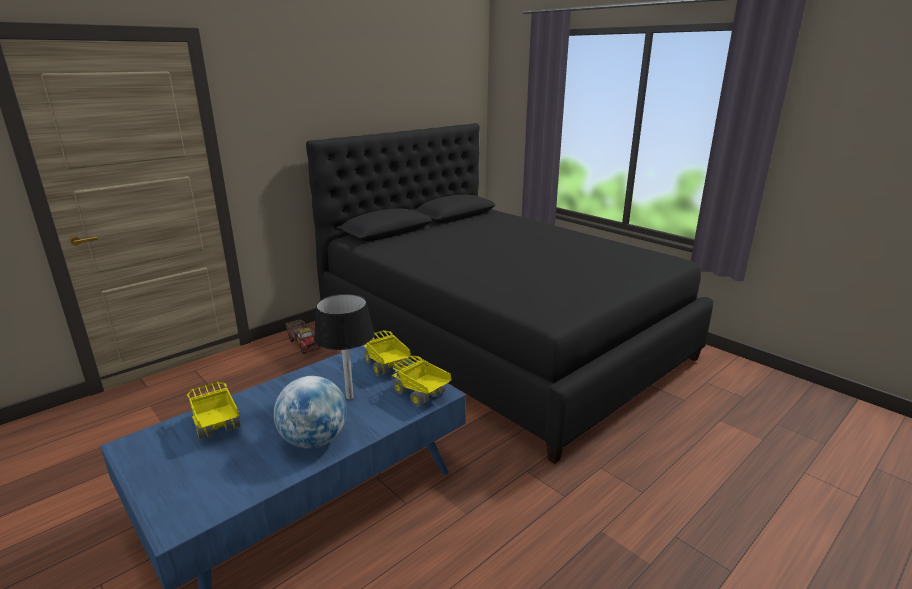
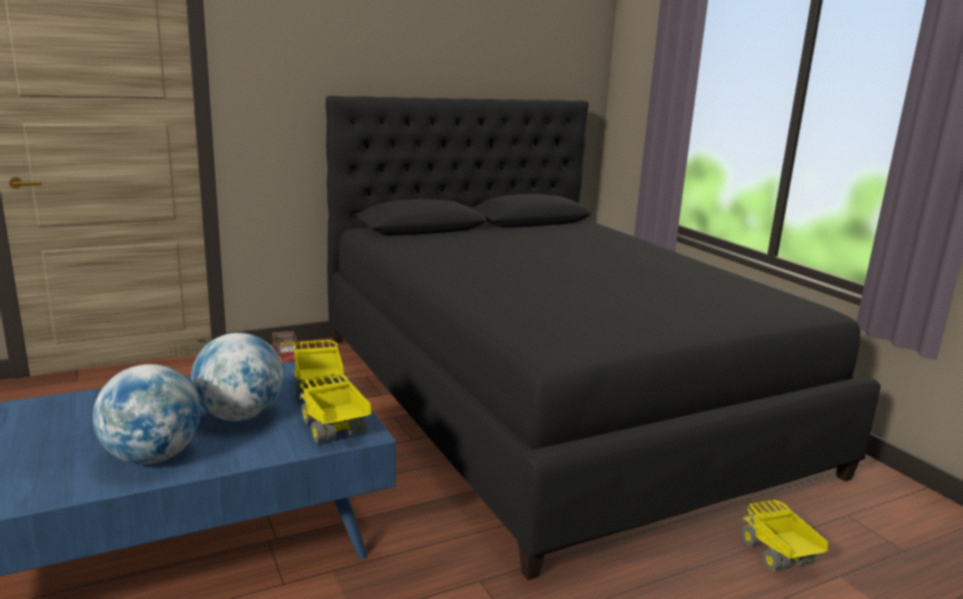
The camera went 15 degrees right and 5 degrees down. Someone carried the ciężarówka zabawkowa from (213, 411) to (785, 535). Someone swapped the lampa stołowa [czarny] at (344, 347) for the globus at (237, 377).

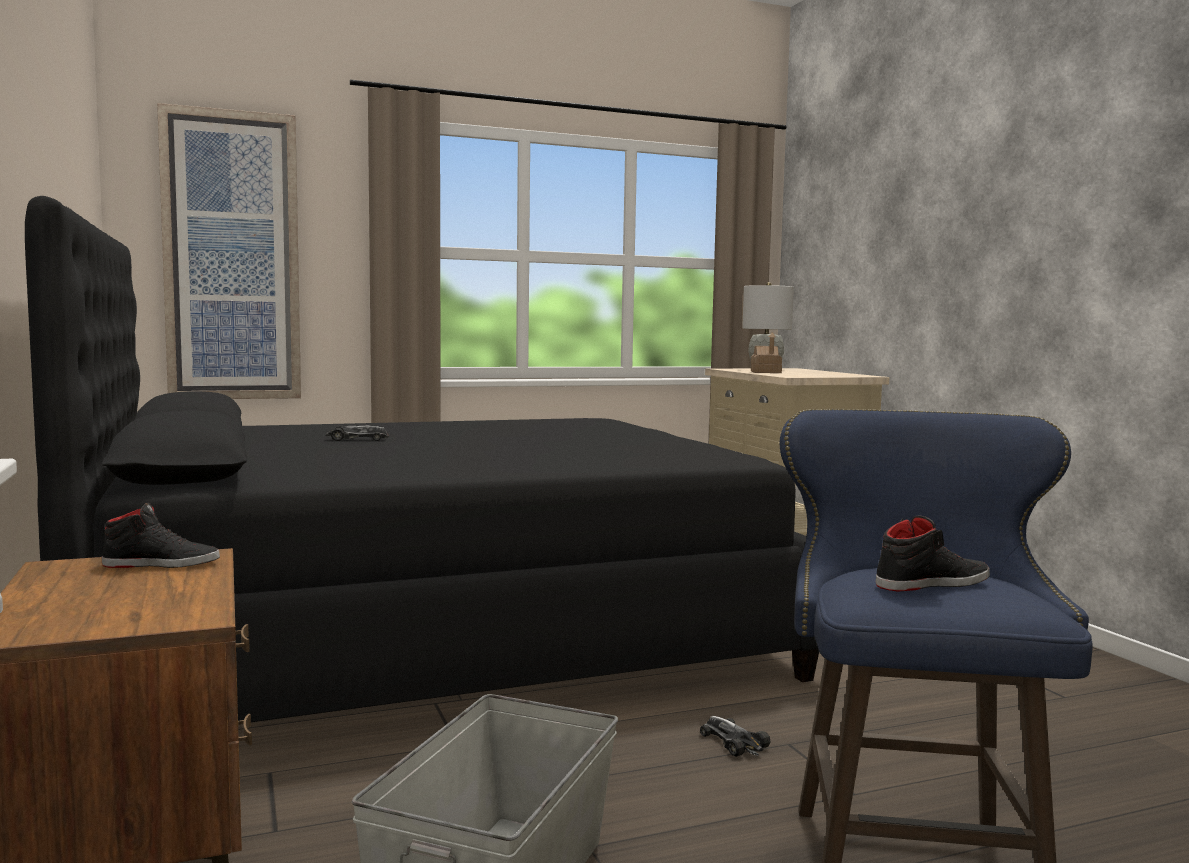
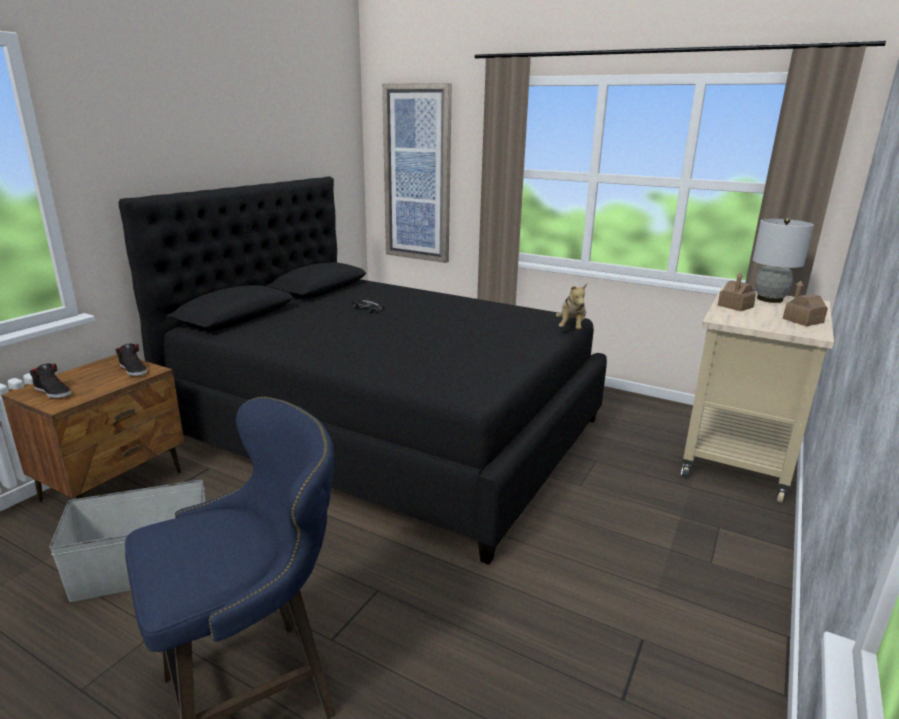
The camera went 50 degrees right and 15 degrees up. Someone took away the samochodzik at (735, 736). Someone carried the but [czarny] from (933, 553) to (51, 380). Someone put down the pluszak at (571, 307). Someone put down the domek at (805, 303).

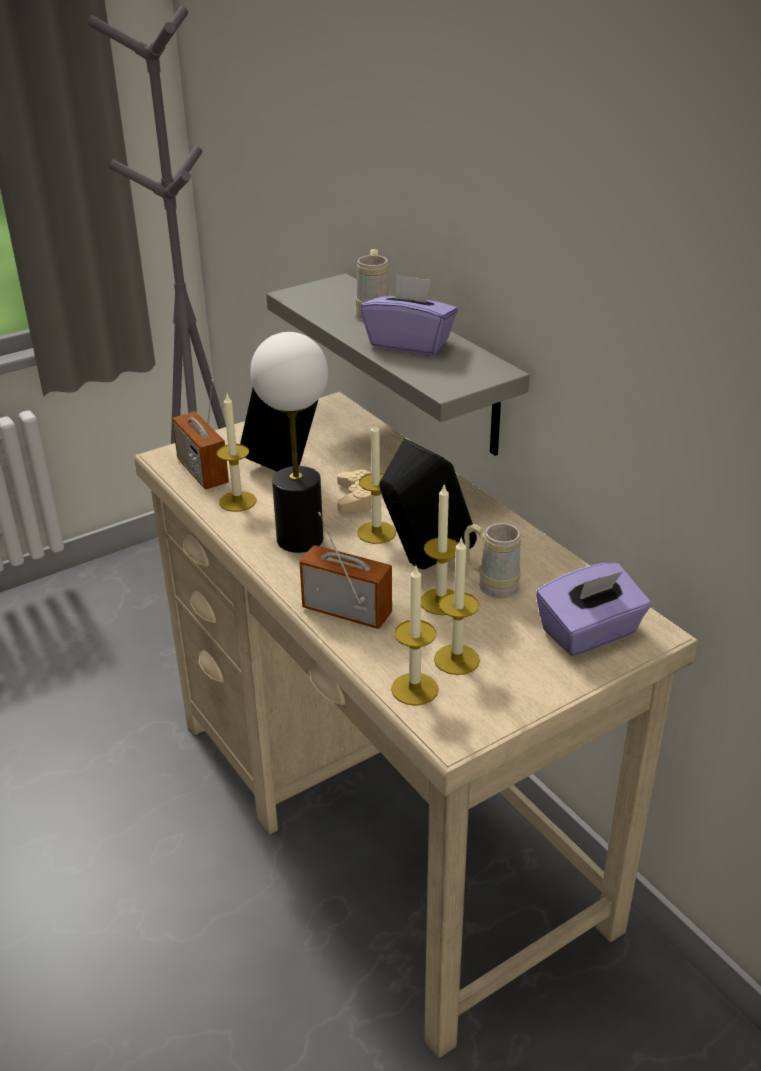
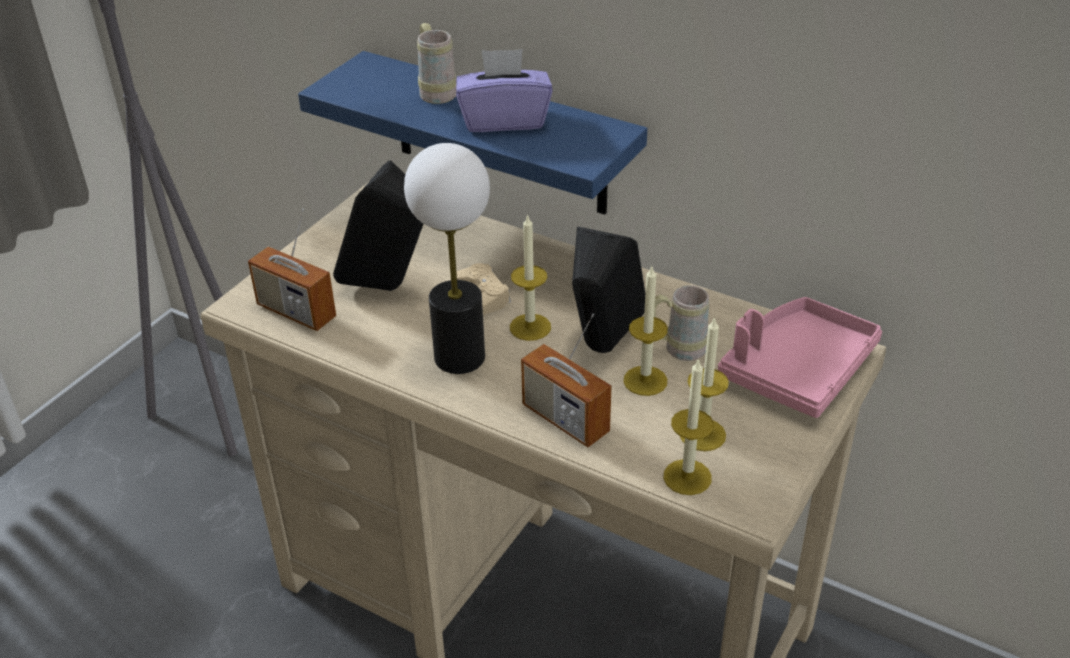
The camera went 25 degrees left and 5 degrees up. Someone took away the świeca at (236, 453). Someone repainted the półka [szary] at (398, 365), which became the półka [niebieski] at (472, 132). Someone rotated the radio at (345, 570) by 135 degrees counterclockwise. Someone swapped the pudełko chusteczek [fioletowy] at (593, 609) for the taca [różowy] at (800, 357).

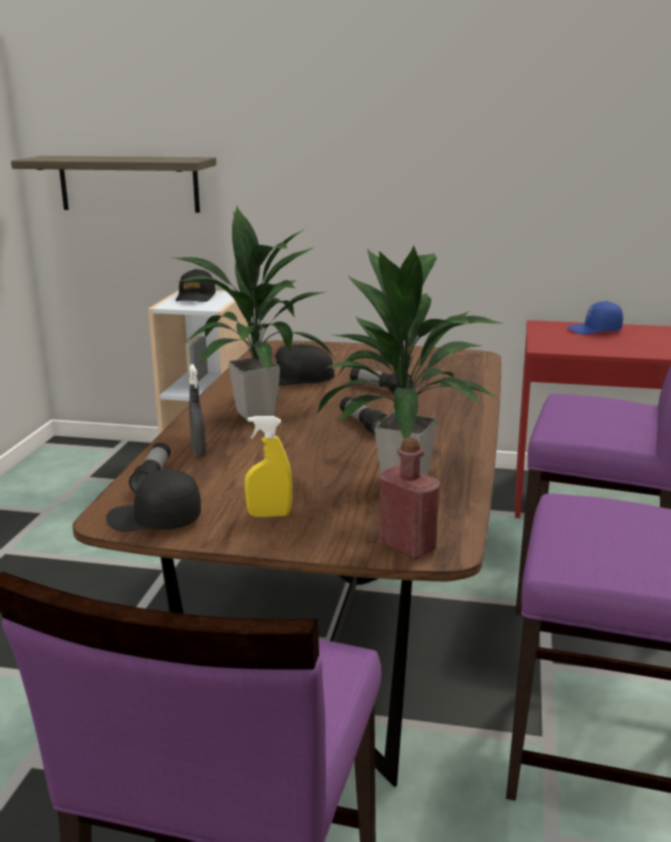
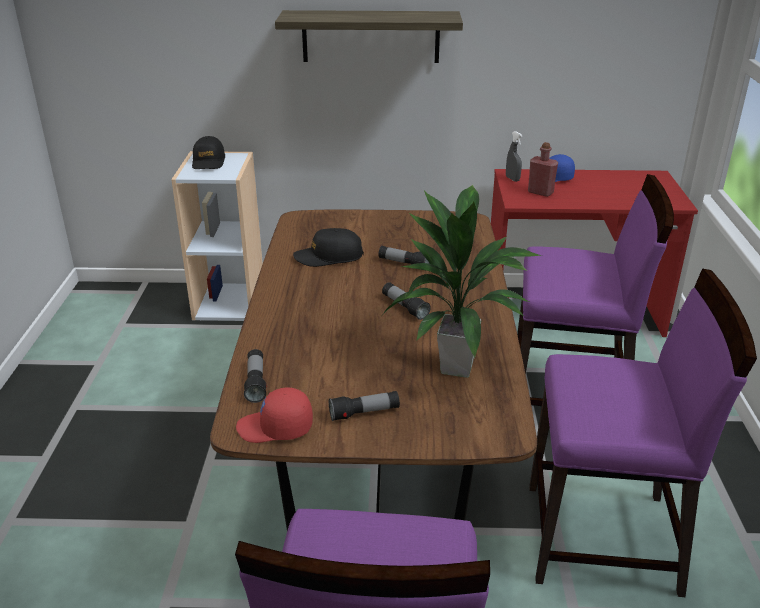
The camera went 10 degrees left and 10 degrees up. Someone carried the półka from (113, 184) to (369, 36). Someone repainted the czapka z daszkiem [czarny] at (153, 500), which became the czapka z daszkiem [czerwony] at (274, 415). Someone took away the roślina doniczkowa at (252, 313). Someone carried the spryskiwacz [szary] from (197, 410) to (514, 156). Someone swapped the spryskiwacz [żółty] at (268, 466) for the latarka at (364, 406). Someone carried the butelka [czerwony] from (409, 498) to (543, 169).

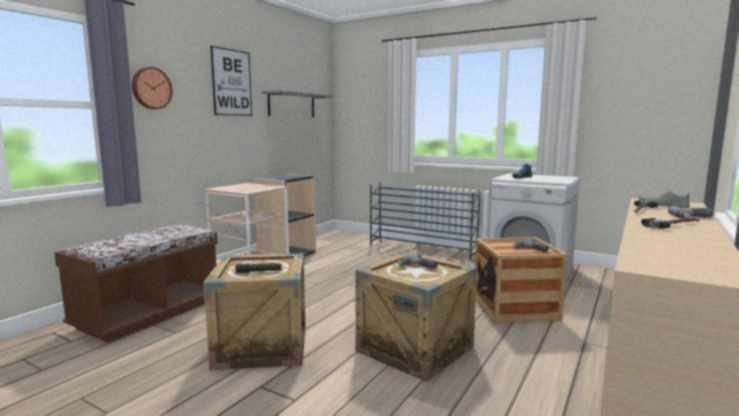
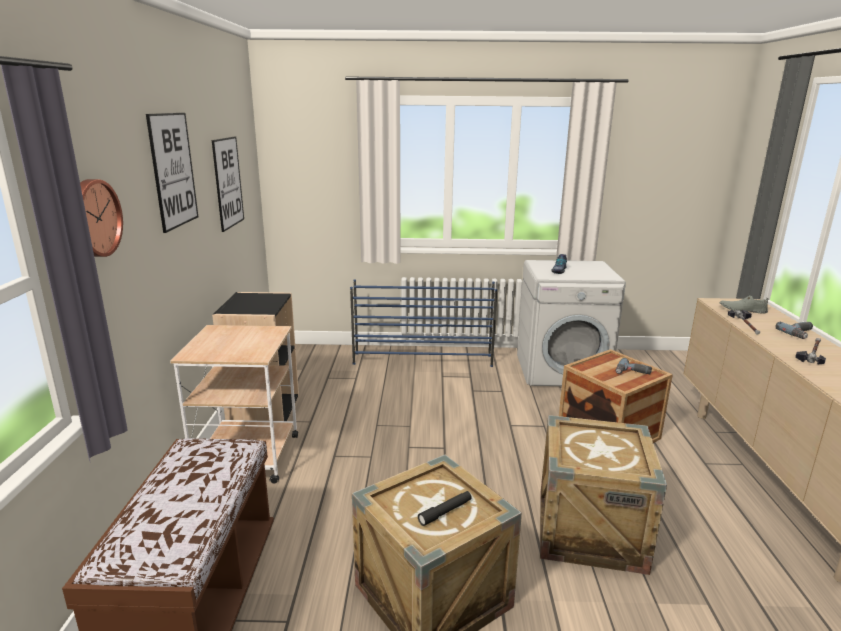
The camera went 30 degrees left and 10 degrees up. Someone swapped the półka [szary] at (297, 103) for the obraz at (228, 184). Someone took away the wiertarka at (418, 261).

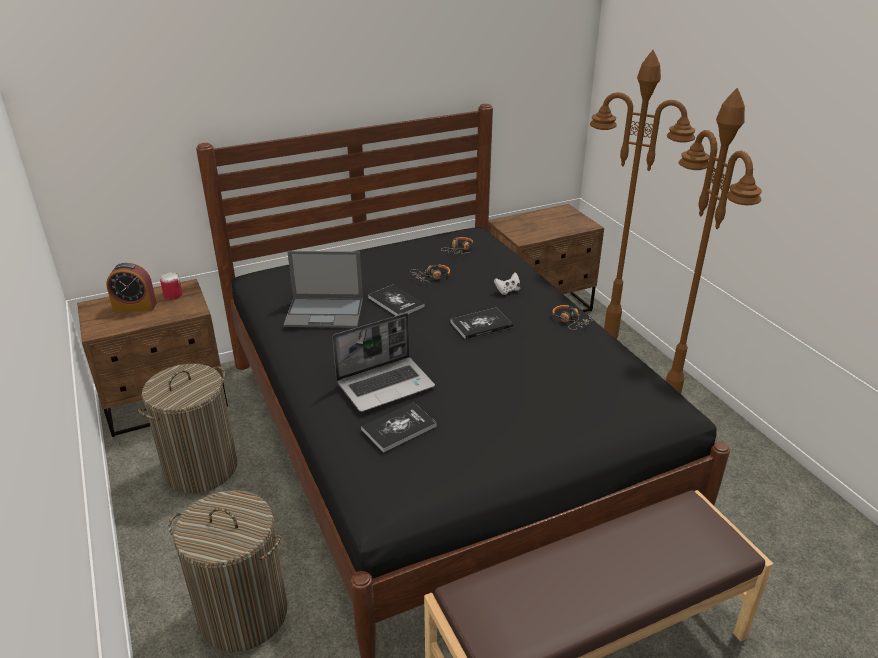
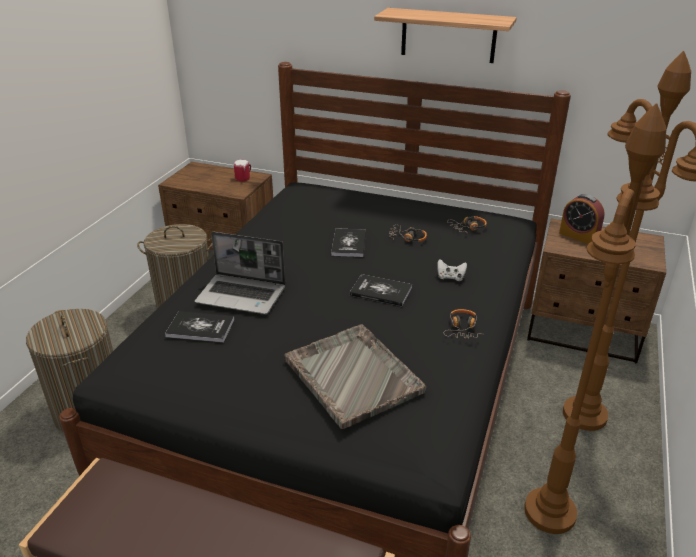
The camera went 45 degrees right and 0 degrees up. Someone carried the budzik from (131, 287) to (582, 219). Someone took away the laptop at (323, 289). Someone put down the taca [szary] at (355, 376). Someone put up the półka at (445, 35).

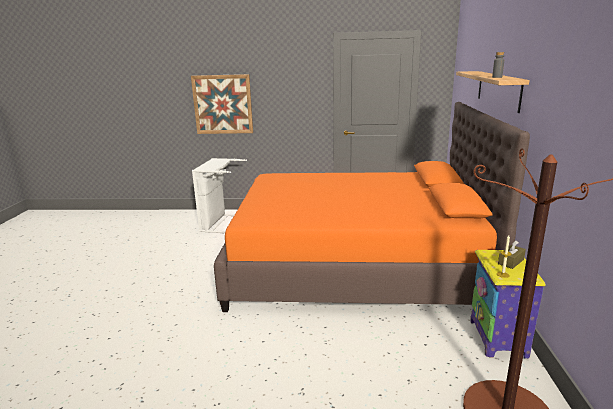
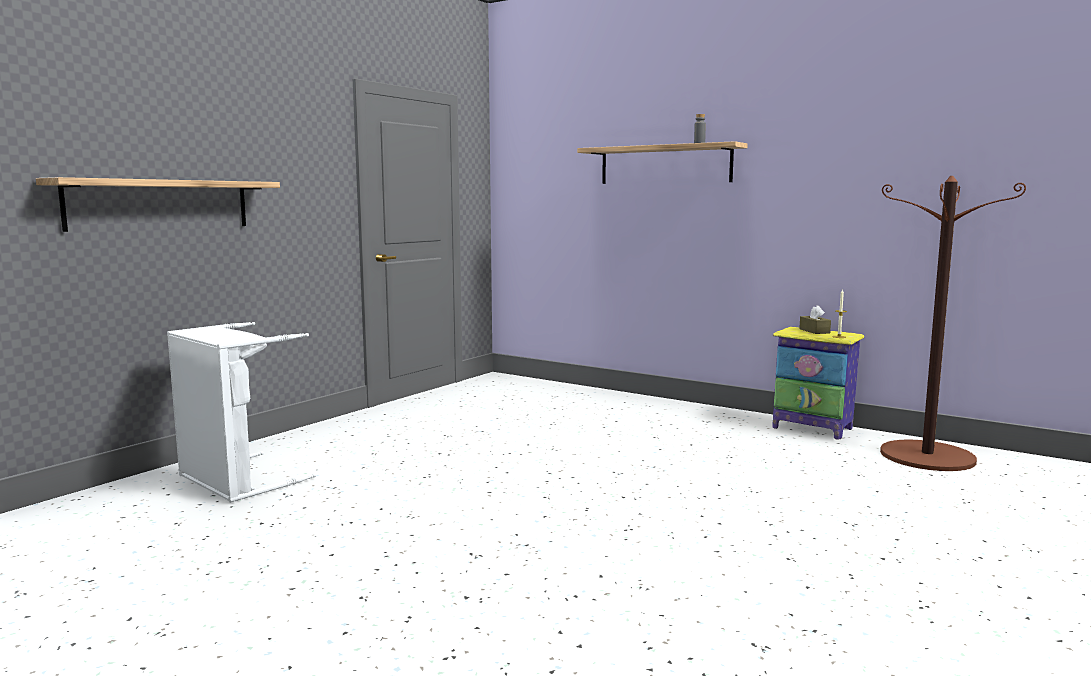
The camera went 60 degrees left and 10 degrees down. Someone swapped the obraz at (222, 104) for the półka at (158, 204). Someone took away the łóżko [pomarańczowy] at (372, 207).

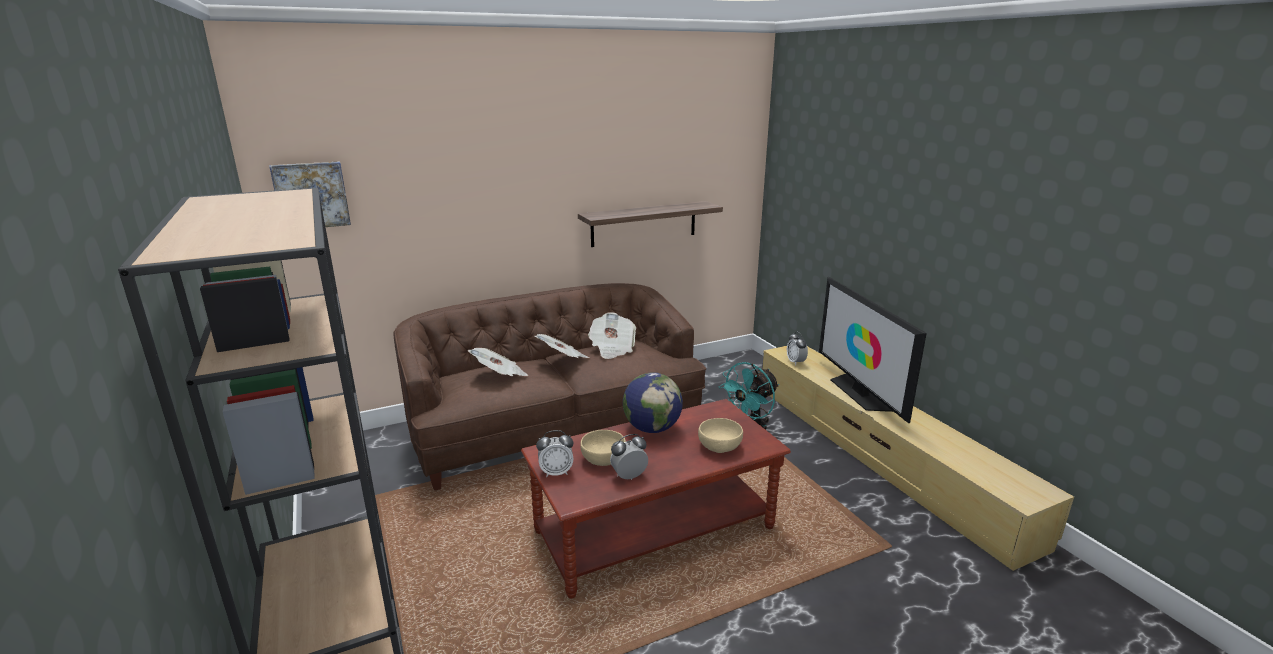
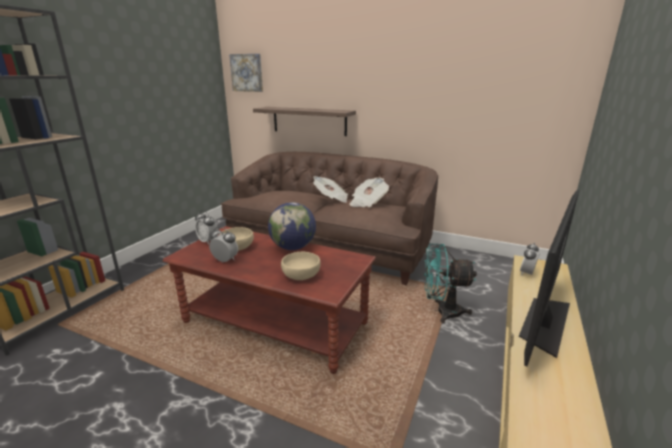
The camera went 50 degrees right and 0 degrees up. Someone took away the gazeta at (498, 362). Someone carried the półka from (650, 224) to (304, 121).

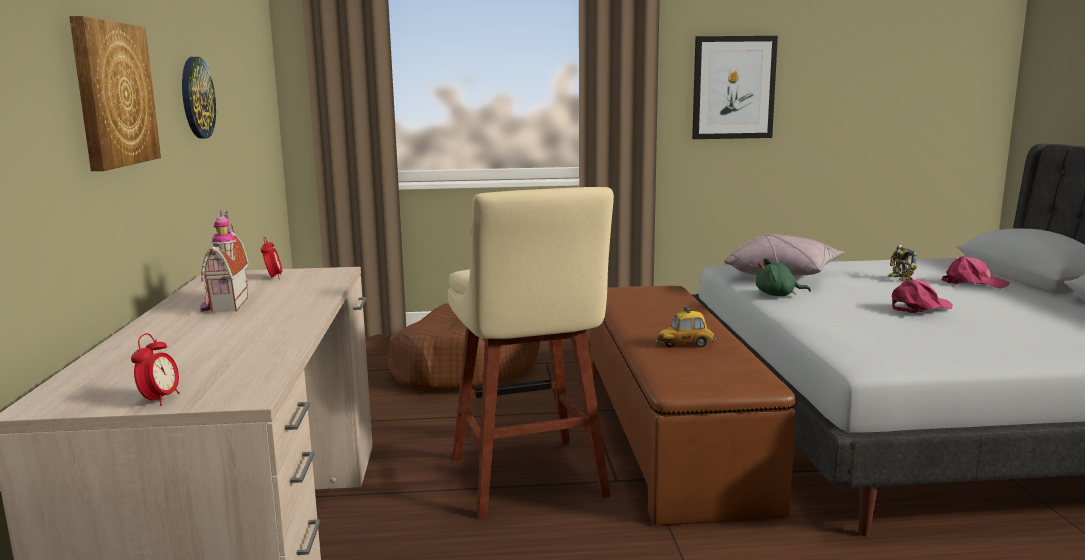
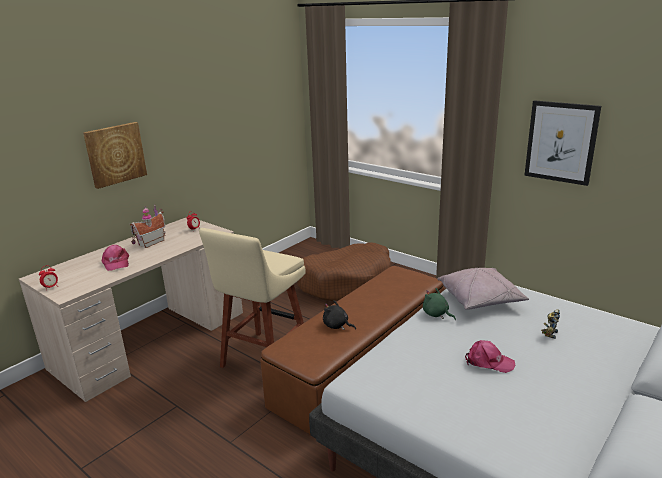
The camera went 45 degrees right and 10 degrees up. Someone took away the zegar ścienny at (199, 98). Someone swapped the samochodzik at (686, 327) for the pluszak [czarny] at (339, 315). Someone carried the czapka z daszkiem [różowy] from (976, 272) to (115, 258).

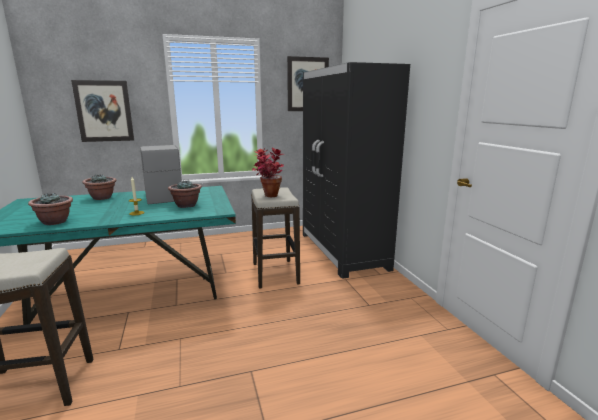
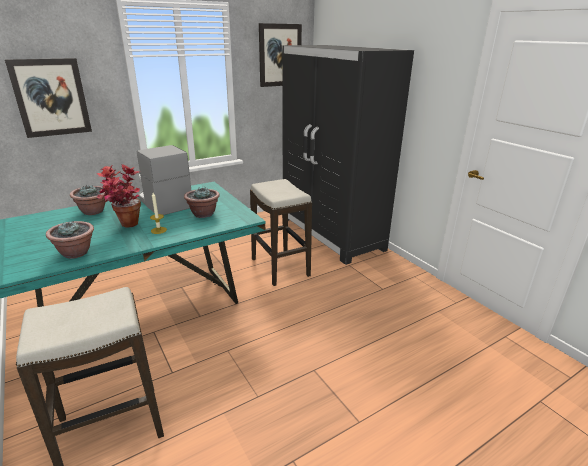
The camera went 15 degrees left and 10 degrees up. Someone carried the roślina doniczkowa from (268, 172) to (119, 196).

